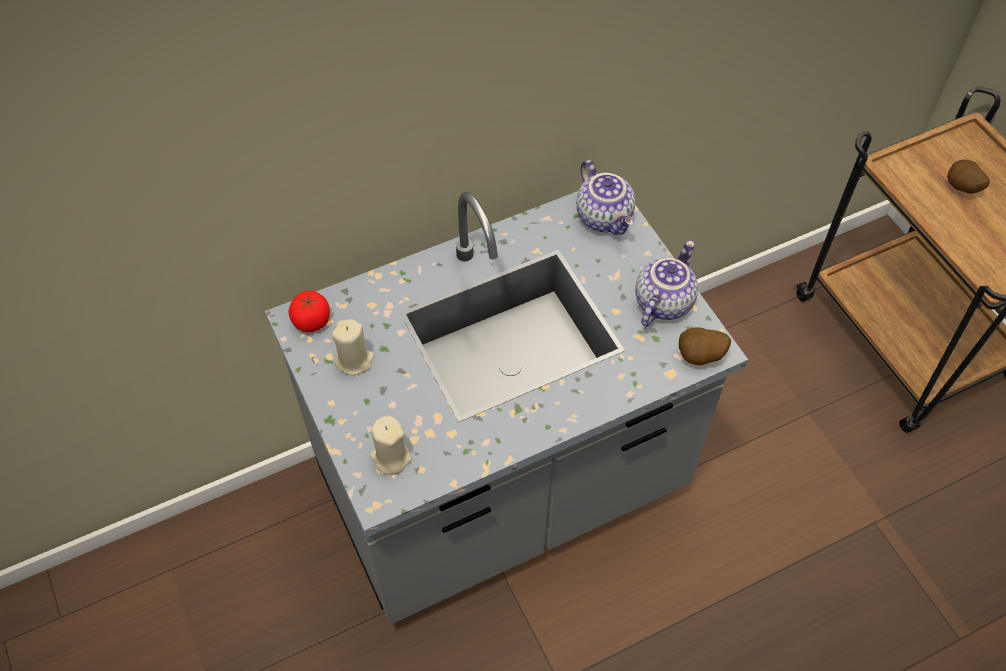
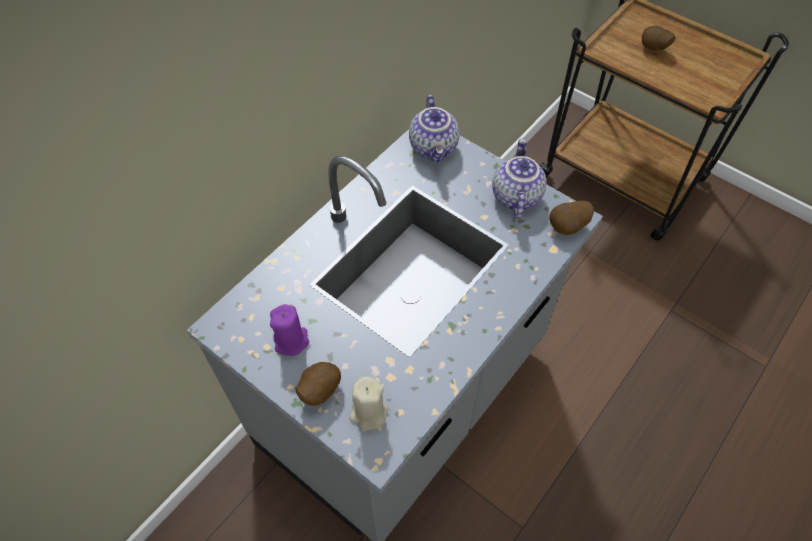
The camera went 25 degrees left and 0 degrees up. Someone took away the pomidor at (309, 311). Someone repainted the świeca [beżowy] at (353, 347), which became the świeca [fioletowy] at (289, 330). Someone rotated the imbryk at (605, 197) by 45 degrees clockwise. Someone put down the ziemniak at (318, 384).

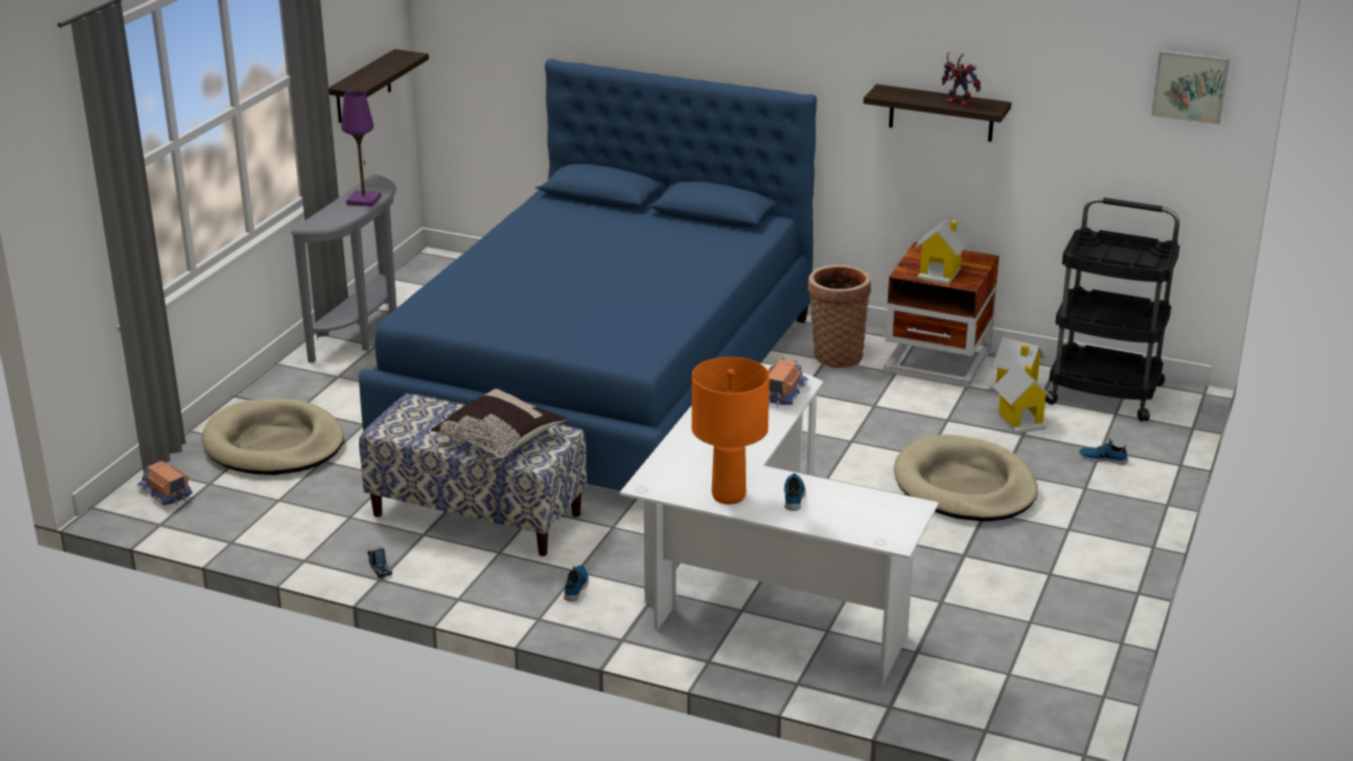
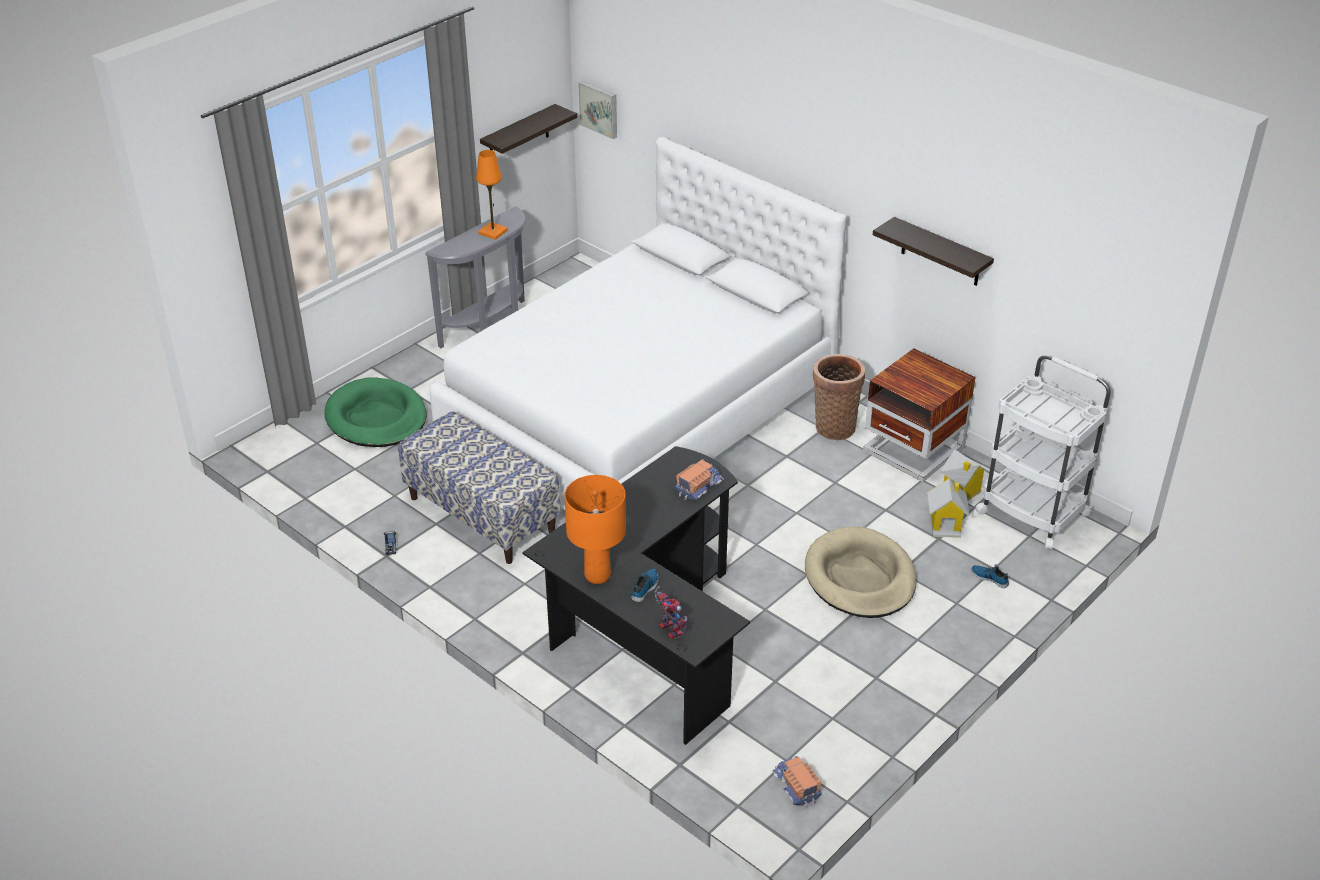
The camera went 20 degrees right and 10 degrees up. Someone carried the ciężarówka zabawkowa from (165, 482) to (797, 781). Someone repainted the legowisko [beżowy] at (273, 437), which became the legowisko [zielony] at (375, 412). Someone repainted the lampa stołowa [fioletowy] at (361, 149), which became the lampa stołowa [pomarańczowy] at (492, 195). Someone repainted the łóżko [niebieski] at (587, 275), which became the łóżko [biały] at (638, 323). Someone took away the poduszka at (498, 423). Someone took away the but at (576, 583). Someone repainted the biurko [biały] at (779, 525), which became the biurko [czarny] at (636, 595). Someone took away the domek at (942, 250). Someone carried the robot zabawkowy from (961, 79) to (670, 612). Someone repainted the wózek [czarny] at (1112, 309), which became the wózek [biały] at (1043, 452). Someone carried the obraz from (1190, 87) to (597, 110).

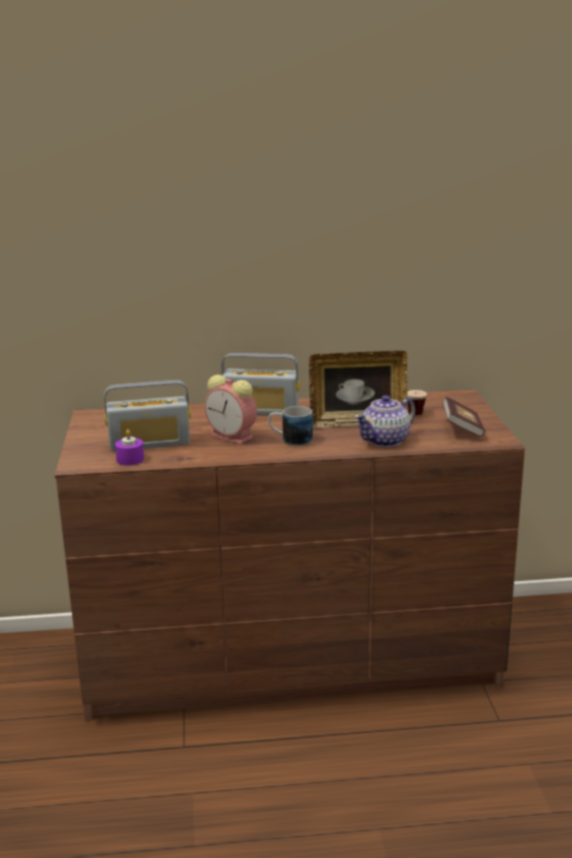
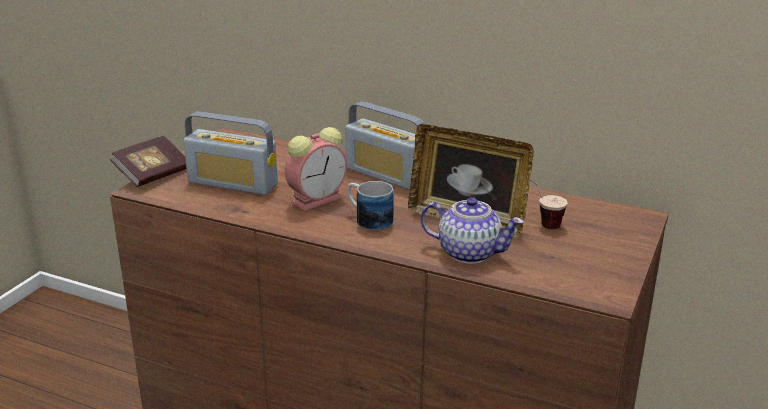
The camera went 30 degrees right and 5 degrees up. Someone took away the świeca [fioletowy] at (129, 447). Someone rotated the budzik at (231, 409) by 105 degrees counterclockwise. Someone rotated the imbryk at (385, 421) by 150 degrees counterclockwise. Someone carried the książka from (463, 416) to (148, 161).

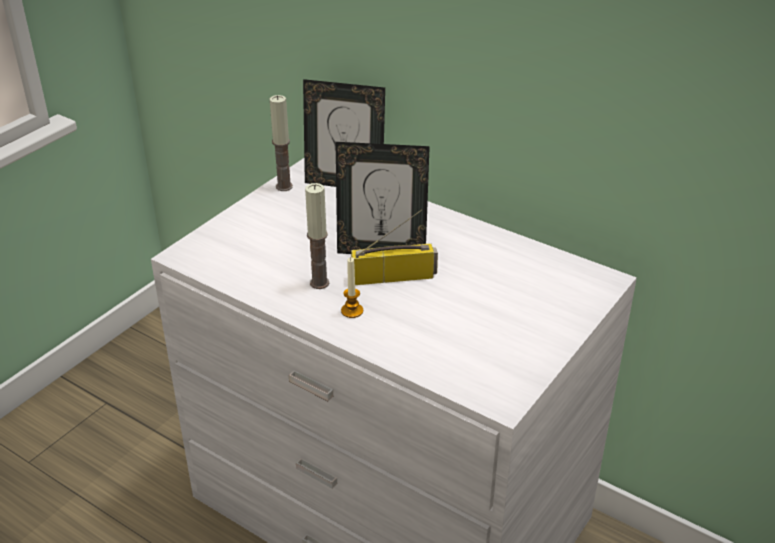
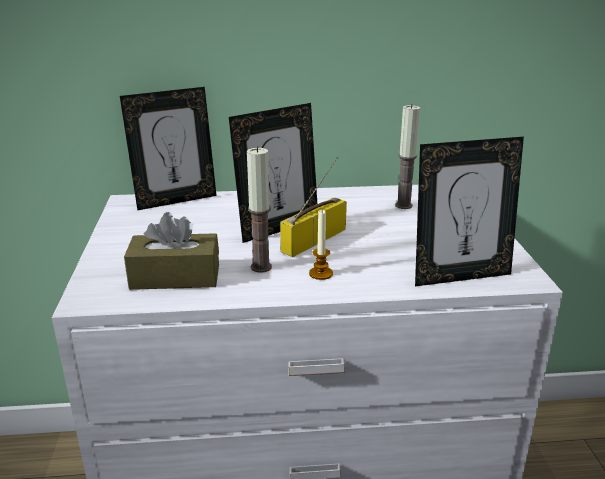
The camera went 40 degrees left and 10 degrees down. Someone carried the świeca from (281, 143) to (407, 156). Someone put down the pudełko chusteczek [brązowy] at (171, 251). Someone put down the ramka na zdjęcie at (469, 211).

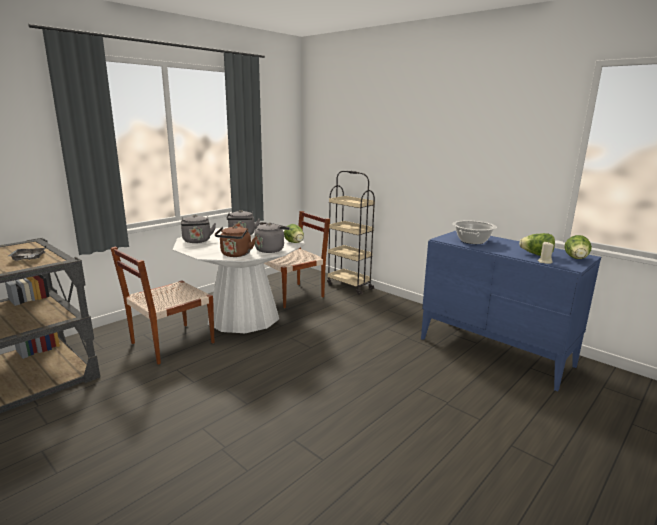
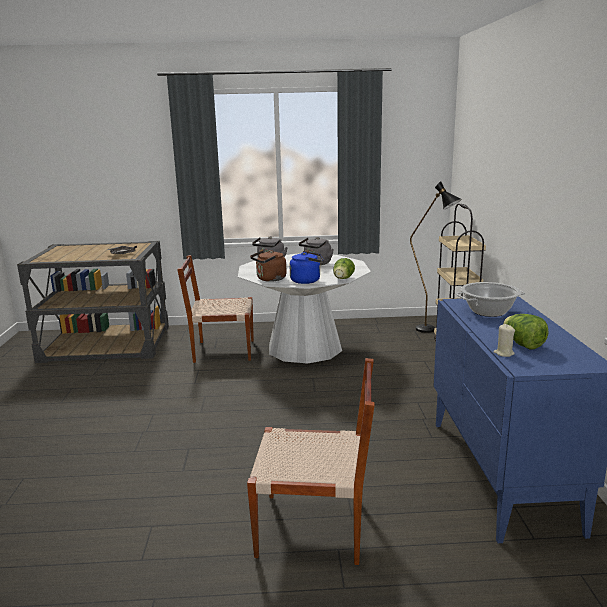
The camera went 45 degrees right and 0 degrees up. Someone repainted the czajnik [szary] at (272, 237), which became the czajnik [niebieski] at (306, 267). Someone carried the krzesło from (297, 259) to (311, 461). Someone took away the sałata at (578, 247). Someone put down the lampa stojąca [czarny] at (436, 257).

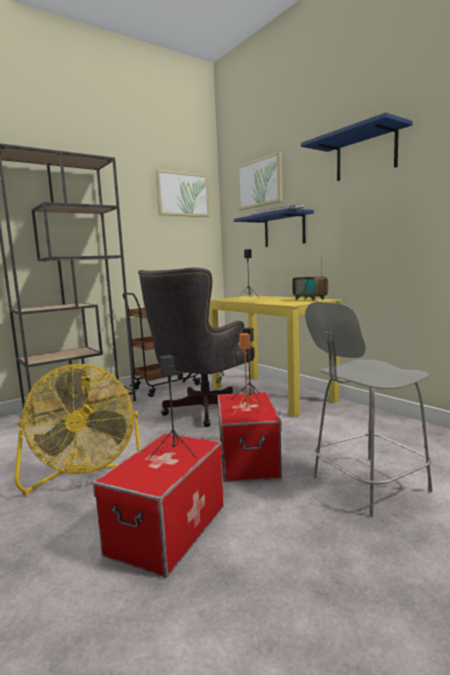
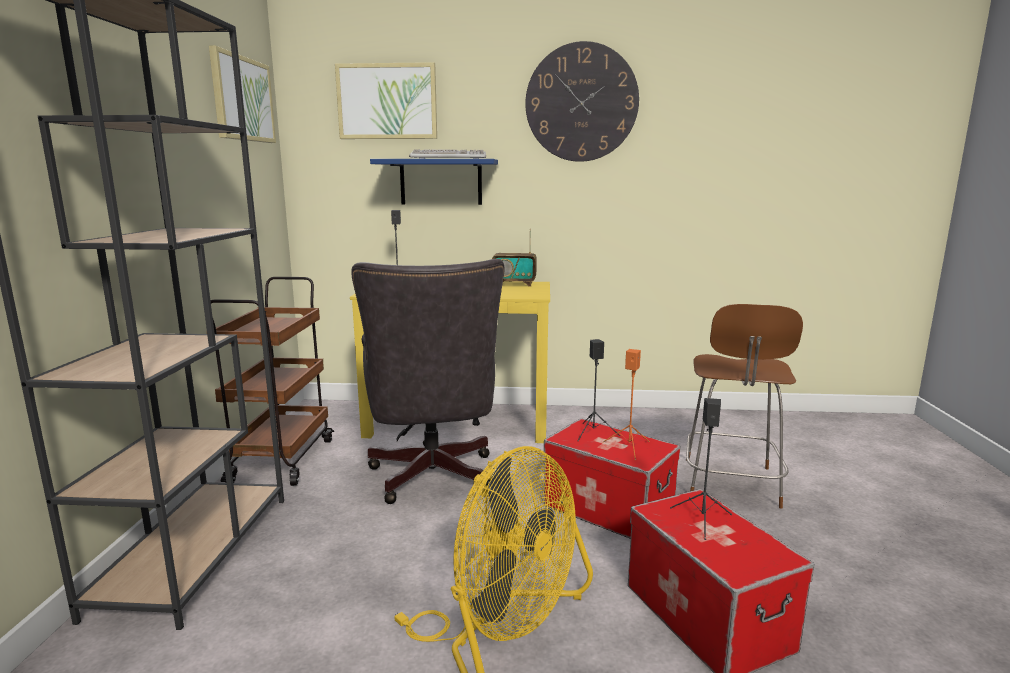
The camera went 50 degrees left and 5 degrees up. Someone swapped the półka [niebieski] at (357, 146) for the zegar ścienny at (582, 101). Someone repainted the krzesło [szary] at (369, 409), which became the krzesło [brązowy] at (744, 406).

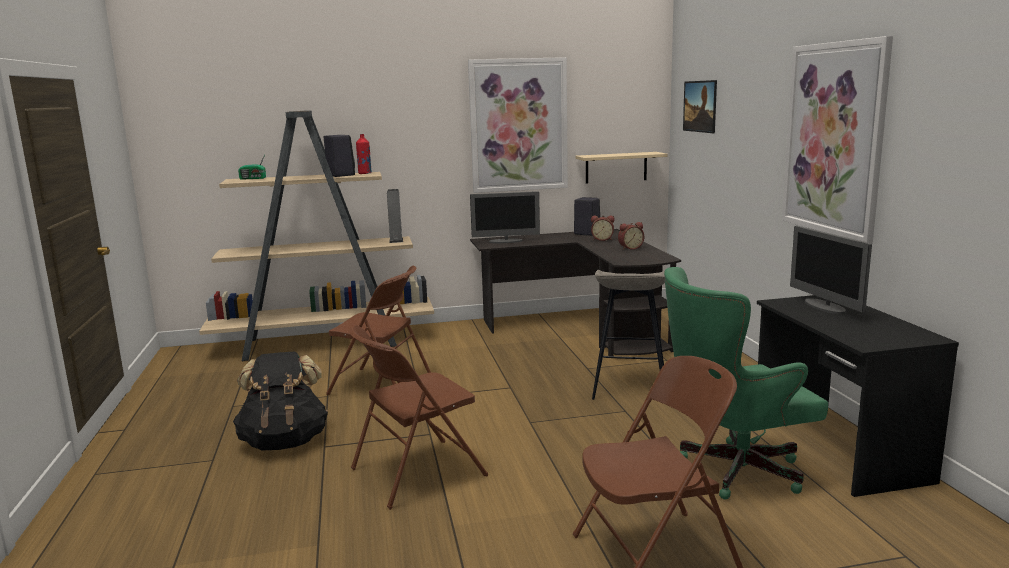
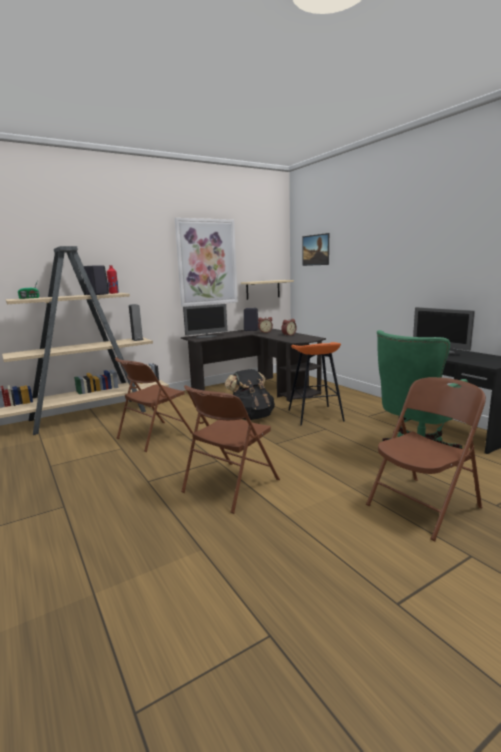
The camera went 20 degrees left and 0 degrees up. Someone carried the plecak [czarny] from (280, 401) to (250, 394). Someone rotated the krzesło [brązowy] at (378, 330) by 135 degrees clockwise. Someone repainted the stołek [szary] at (628, 335), which became the stołek [pomarańczowy] at (316, 384). Someone took away the obraz at (837, 140).

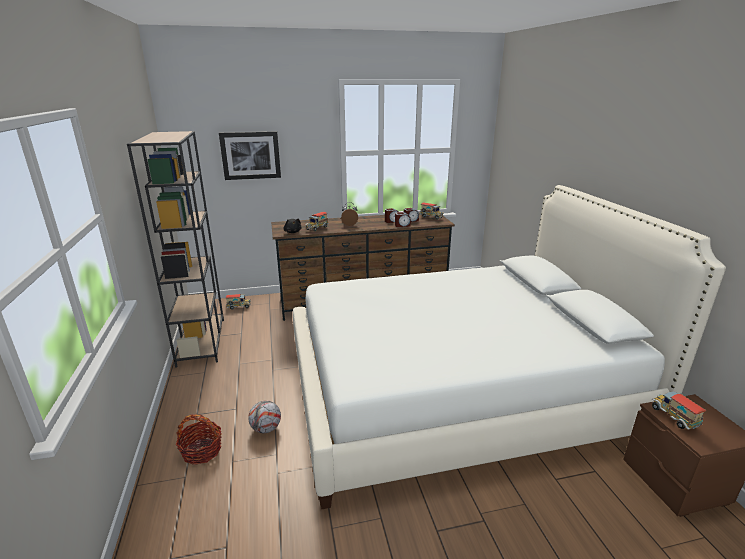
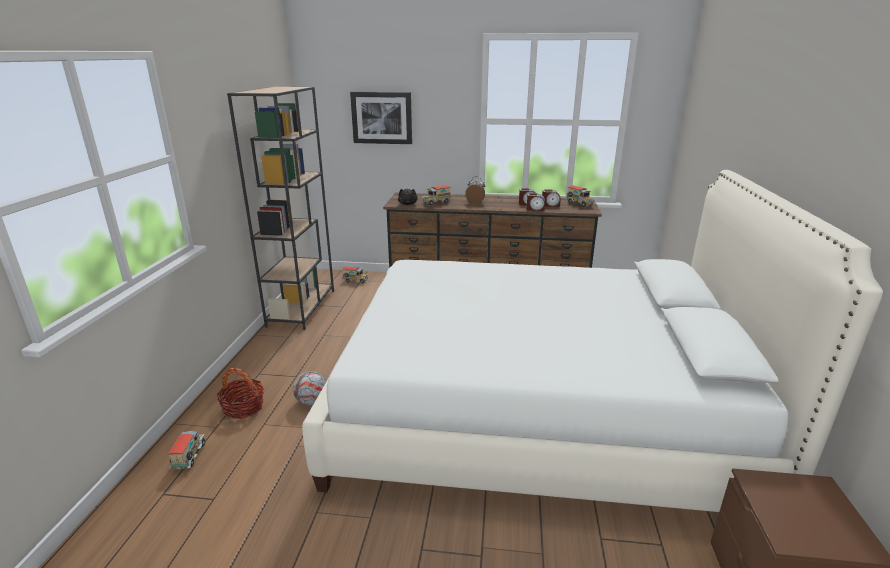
The camera went 20 degrees right and 0 degrees up. Someone carried the ciężarówka zabawkowa from (679, 410) to (186, 450).

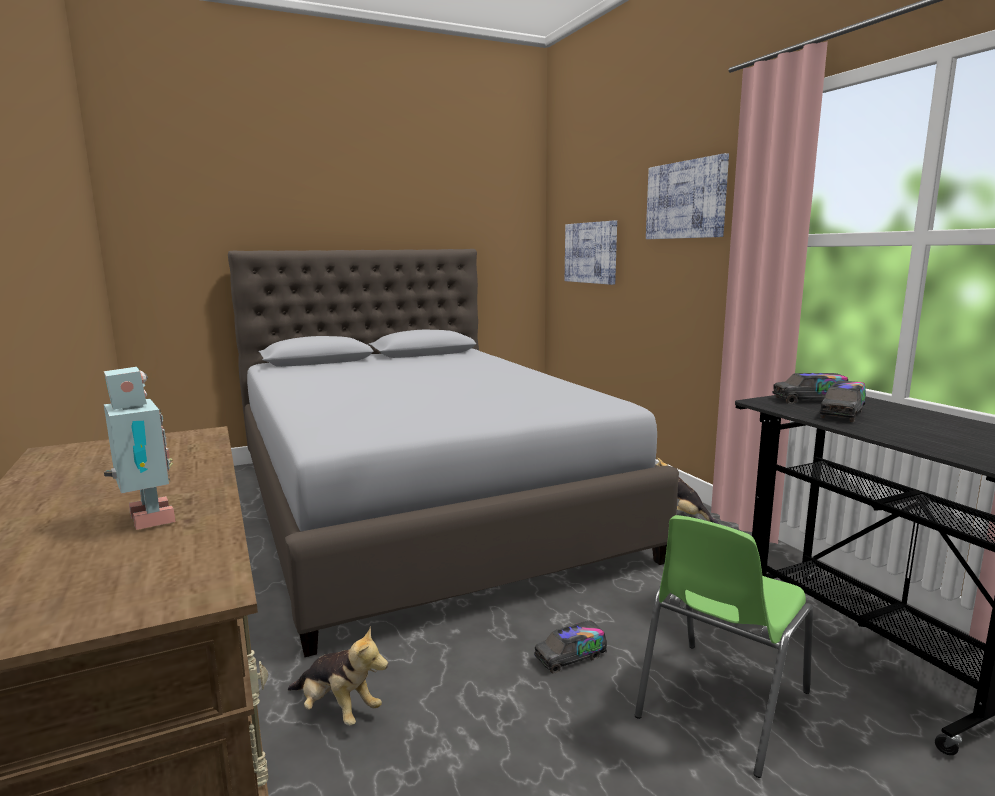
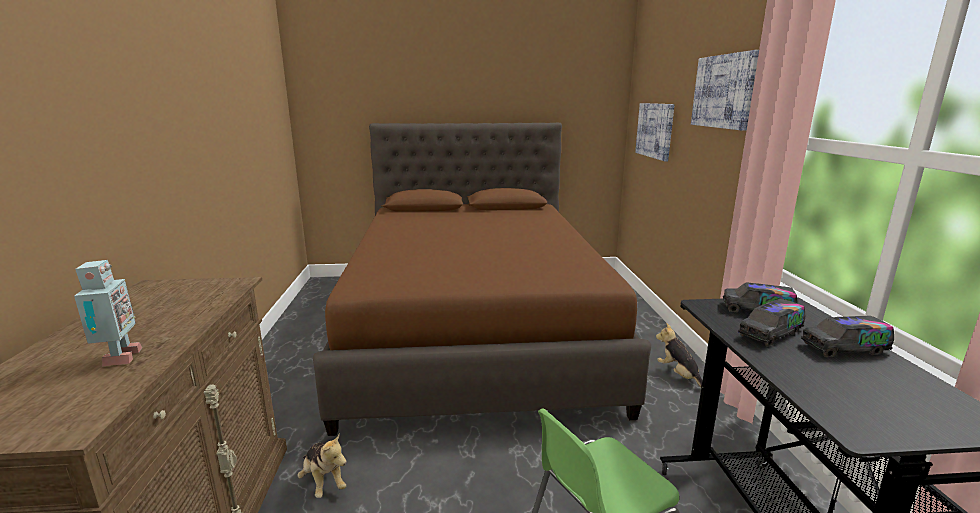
The camera went 20 degrees right and 5 degrees up. Someone repainted the łóżko [szary] at (453, 453), which became the łóżko [brązowy] at (482, 279). Someone carried the ciężarówka zabawkowa from (570, 647) to (847, 336).

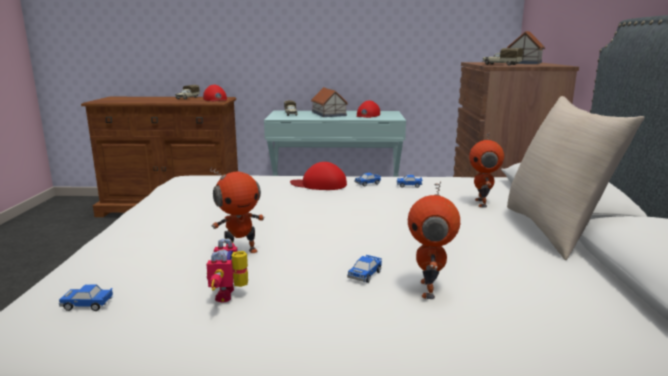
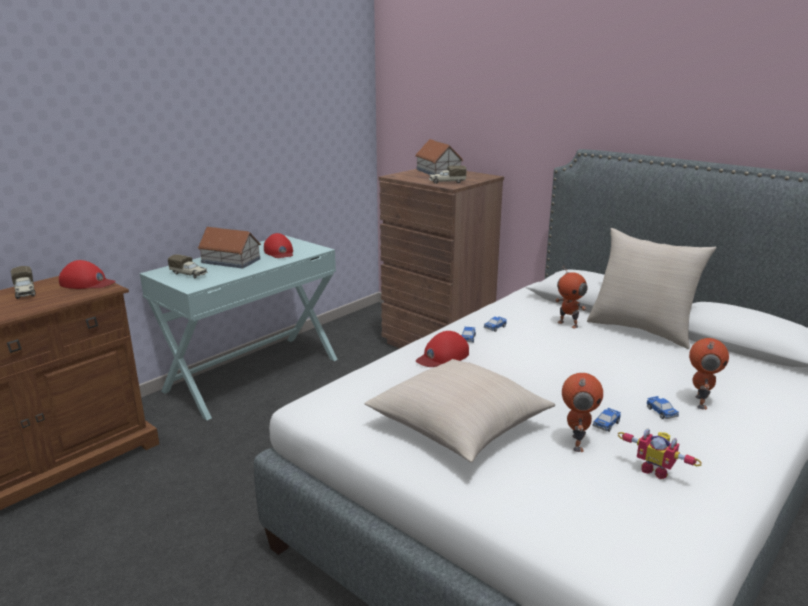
The camera went 50 degrees left and 5 degrees up. Someone carried the samochodzik from (86, 297) to (606, 420). Someone rotated the robot zabawkowy at (434, 240) by 120 degrees counterclockwise. Someone put down the poduszka [beżowy] at (460, 411).

